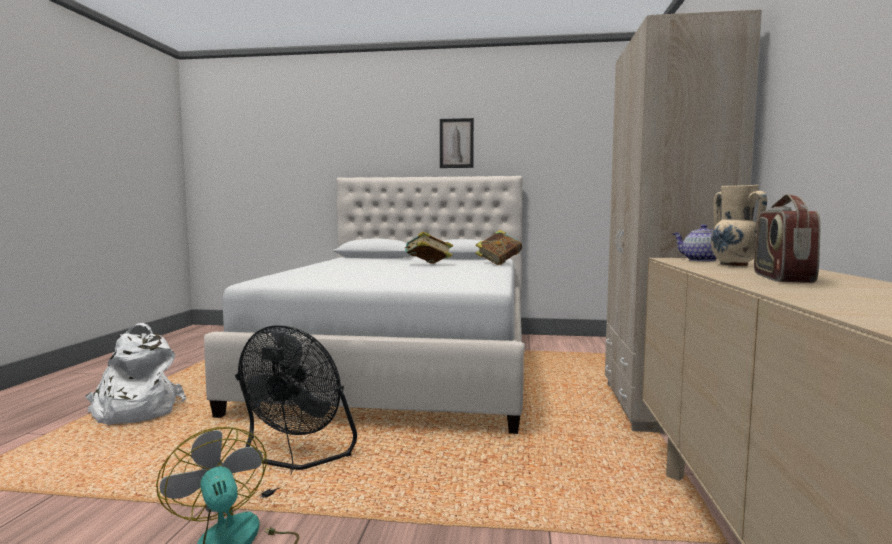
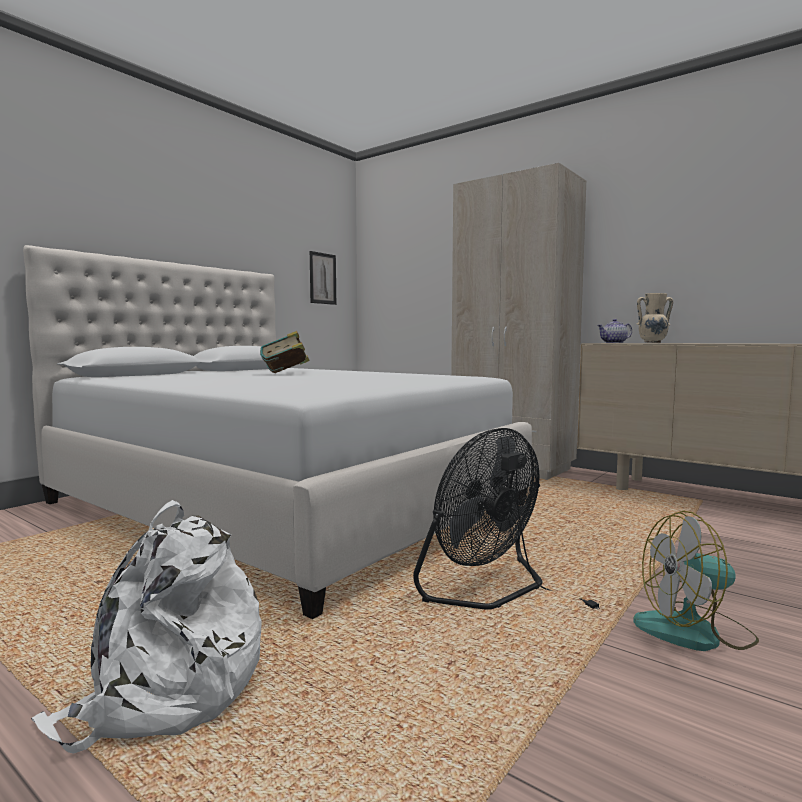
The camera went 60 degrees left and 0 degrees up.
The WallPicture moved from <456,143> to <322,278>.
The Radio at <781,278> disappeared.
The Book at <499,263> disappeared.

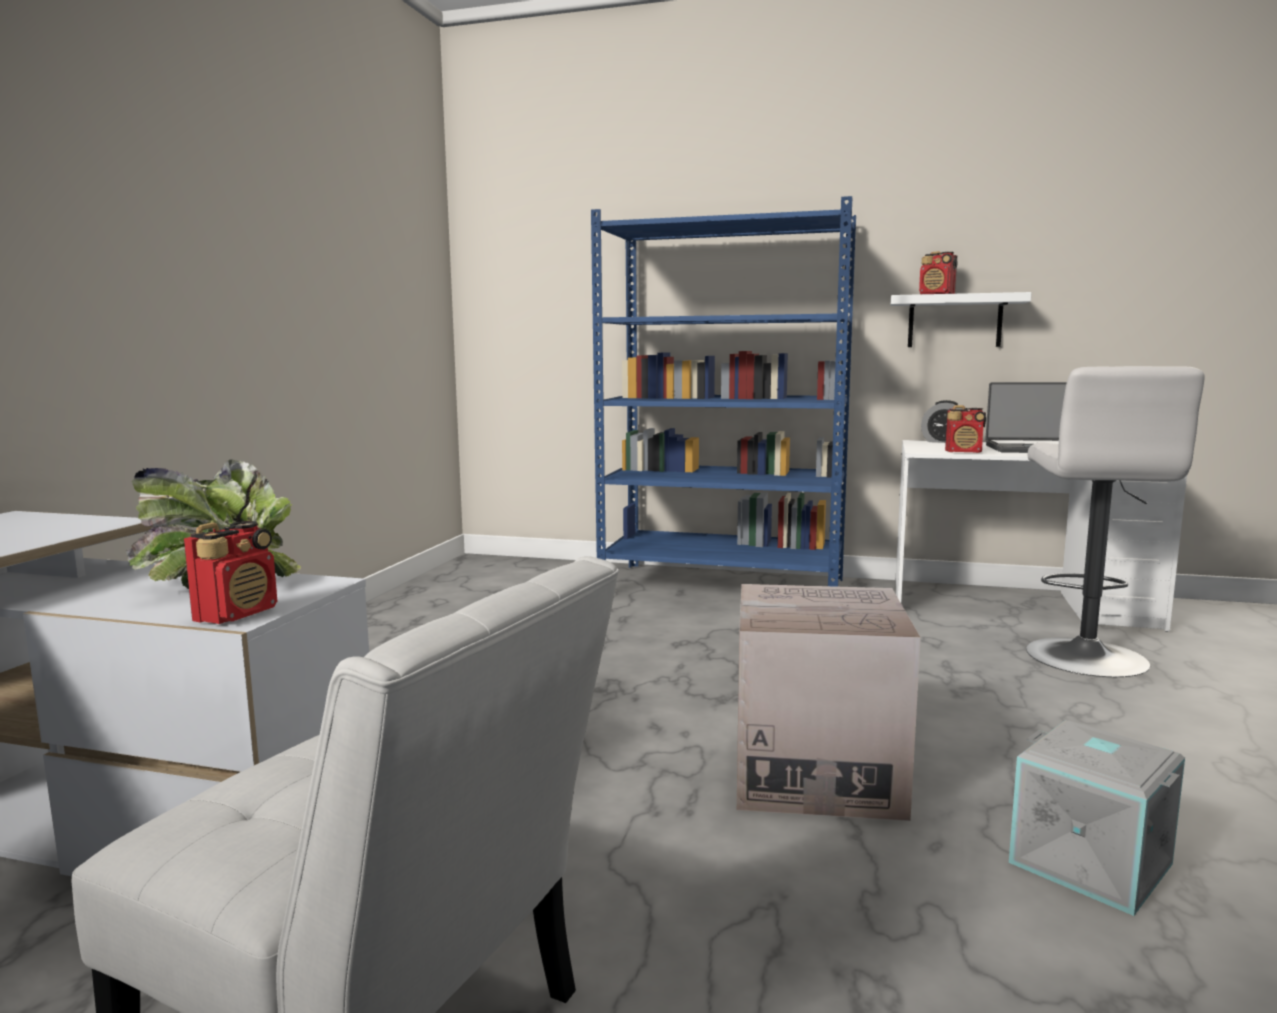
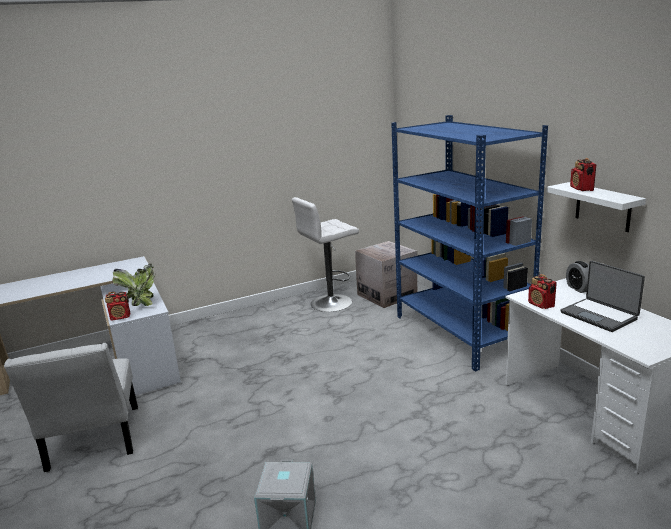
The camera went 50 degrees right and 10 degrees up.
The WhiteStool moved from <1085,658> to <330,303>.
The PackingBox moved from <816,773> to <387,295>.

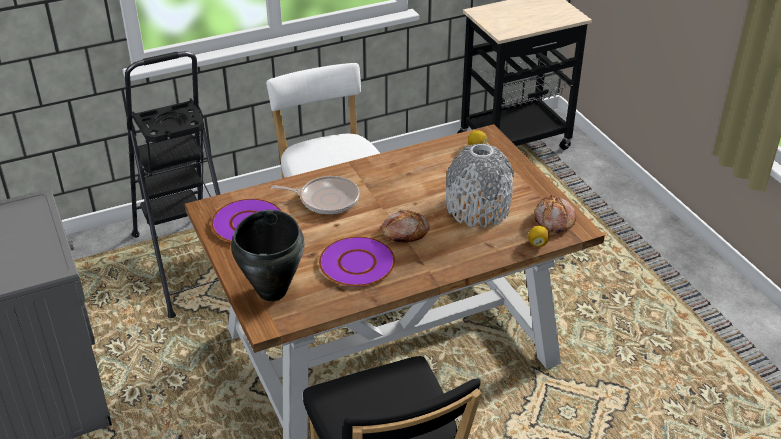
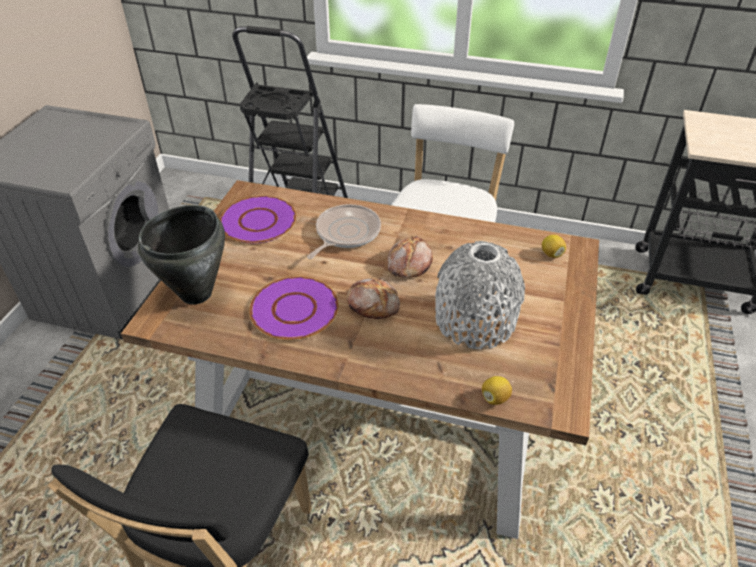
The camera went 40 degrees right and 5 degrees up.
The Skillet at <326,199> turned 105 degrees counterclockwise.
The BakeryBread moved from <553,220> to <408,264>.

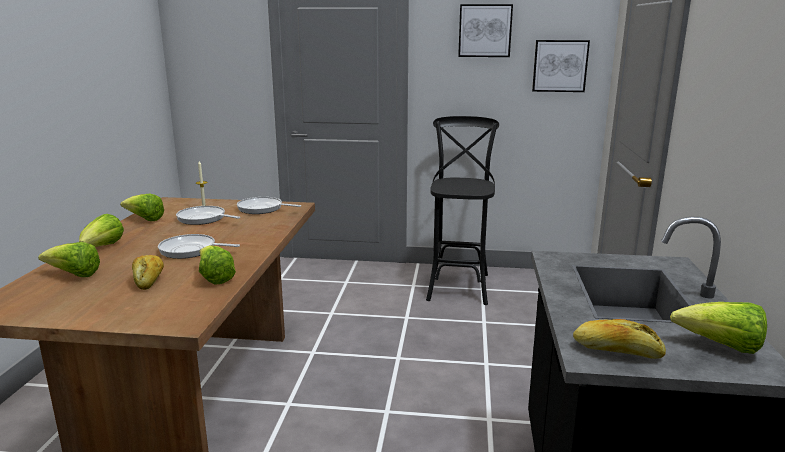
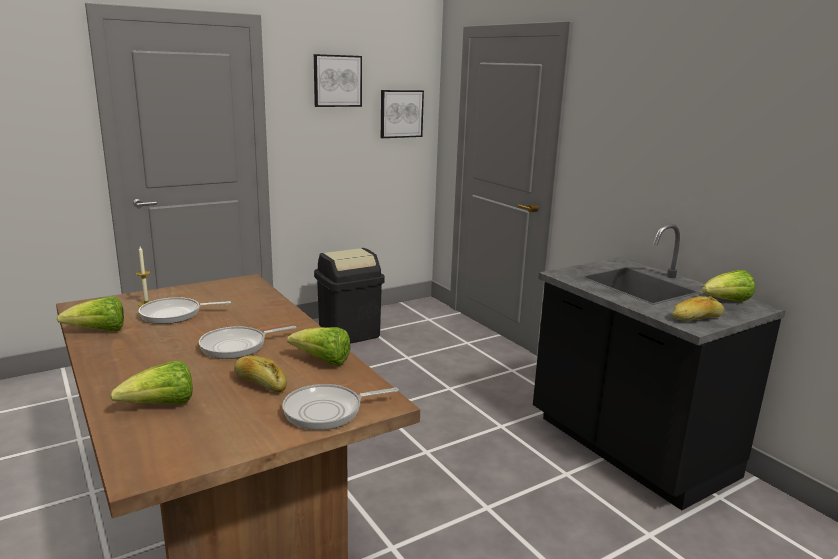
The camera went 40 degrees left and 0 degrees up.
The BlackishStool at <459,285> was replaced by the BlackishWasteBin at <349,333>.
The Skillet moved from <262,209> to <328,411>.
The Lettuce at <102,248> disappeared.

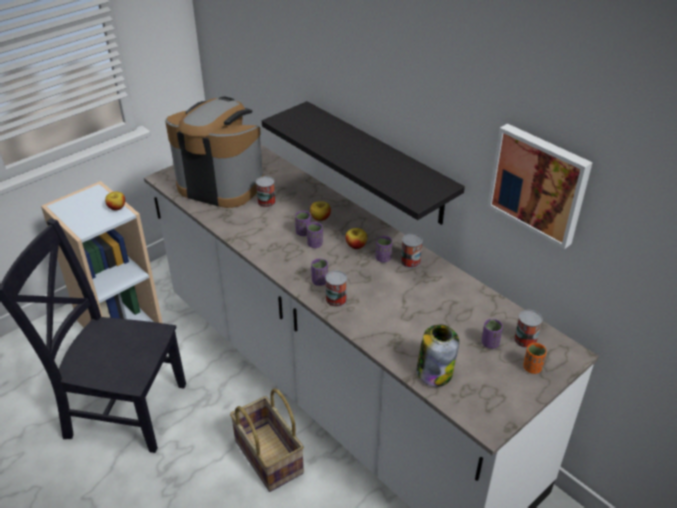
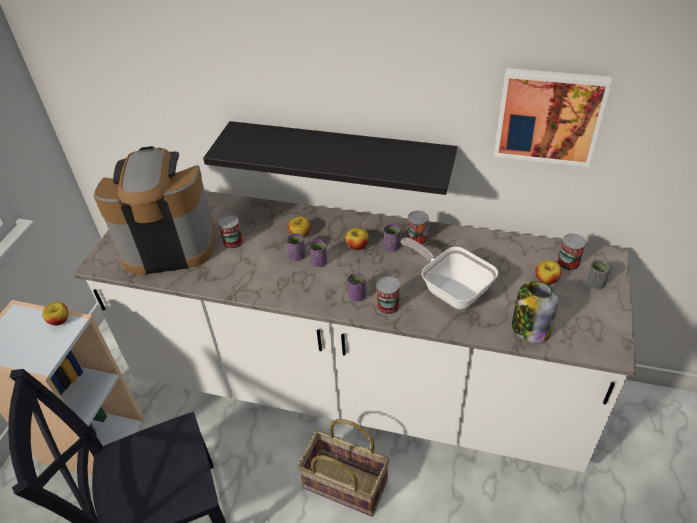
The camera went 30 degrees left and 5 degrees up.
The PurplishCup at <490,343> was replaced by the AppleFruit at <546,279>.
The OrangeyCup at <532,368> became the GreyishCup at <595,284>.
The Skillet at <451,289> appeared.

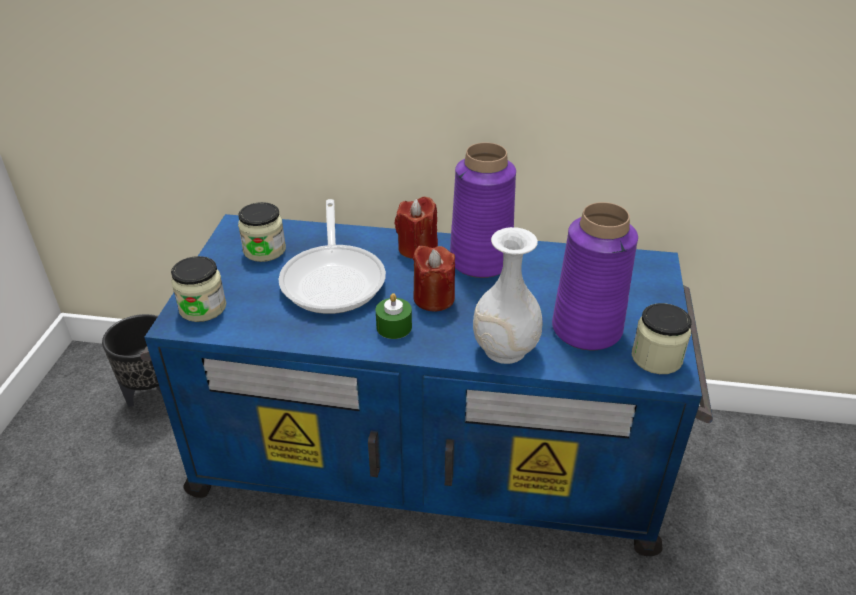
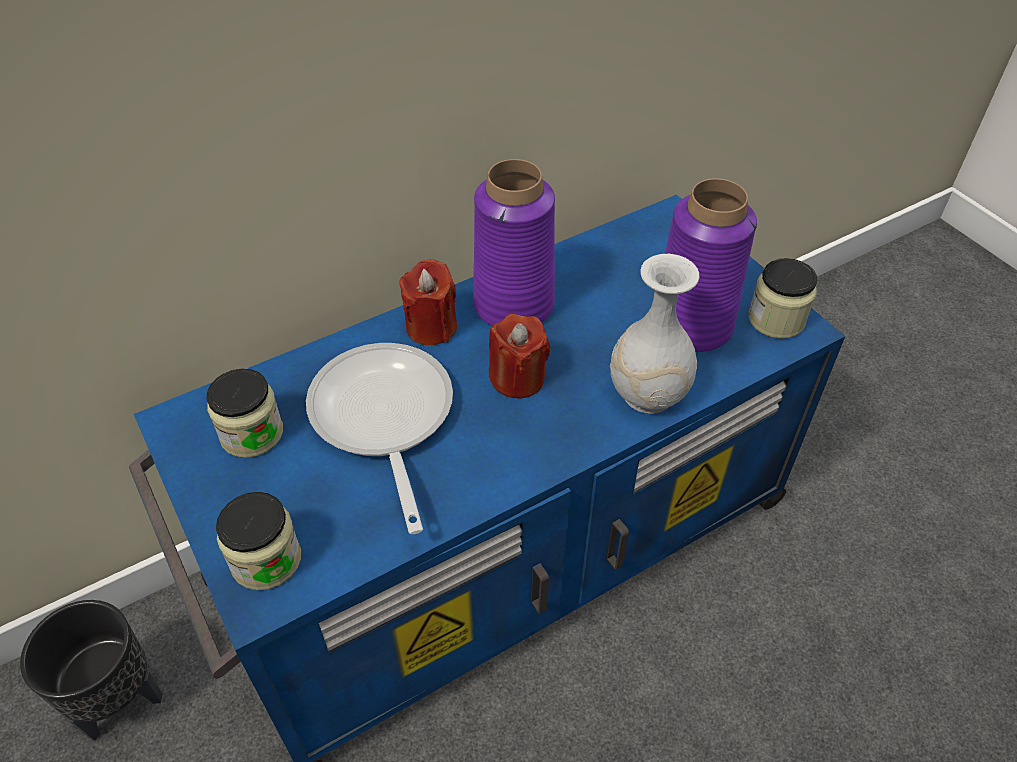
The camera went 40 degrees left and 10 degrees up.
The Skillet at <334,278> turned 150 degrees counterclockwise.
The GreenColouredWaxLight at <394,327> disappeared.

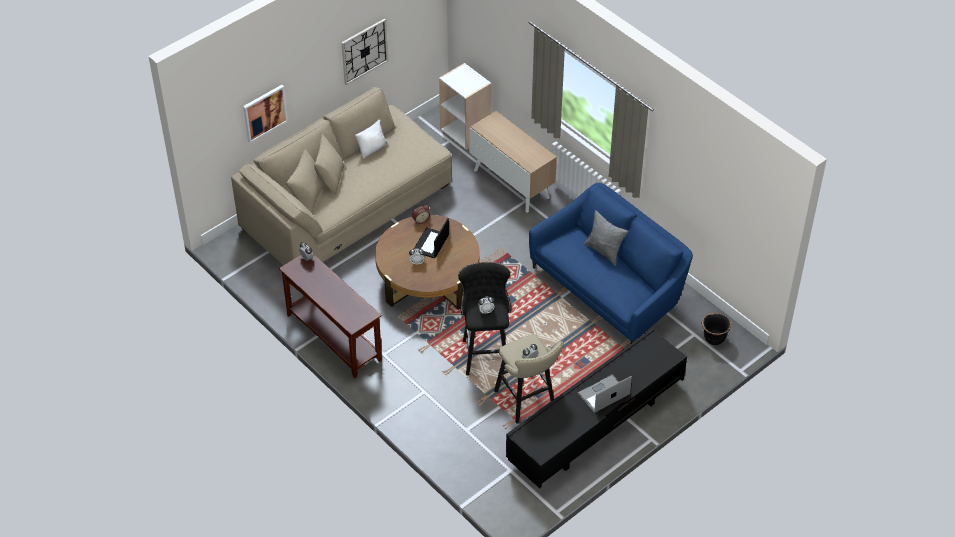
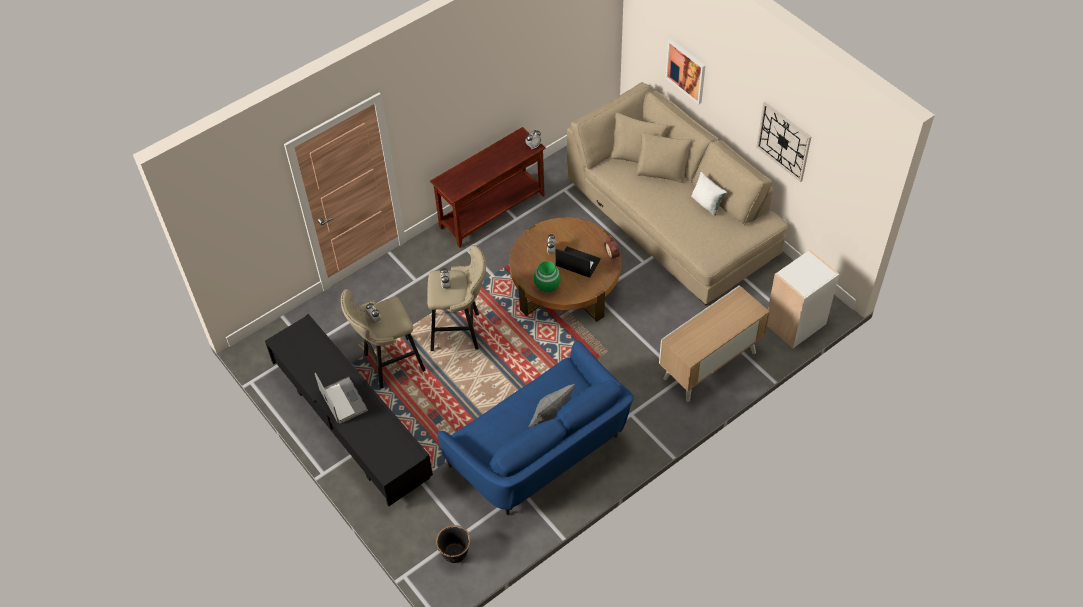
The camera went 95 degrees right and 5 degrees up.
The BlackishStool at <485,350> became the BeigeColouredStool at <462,331>.
The GreenColouredDecorativeVase at <547,286> appeared.

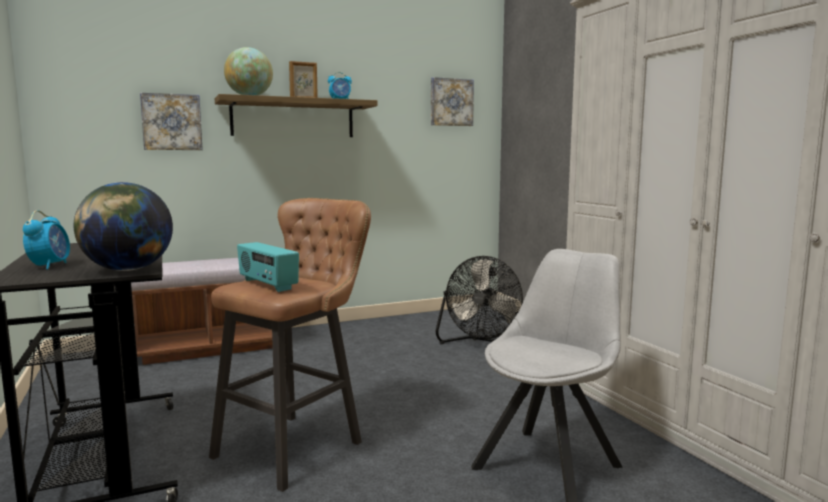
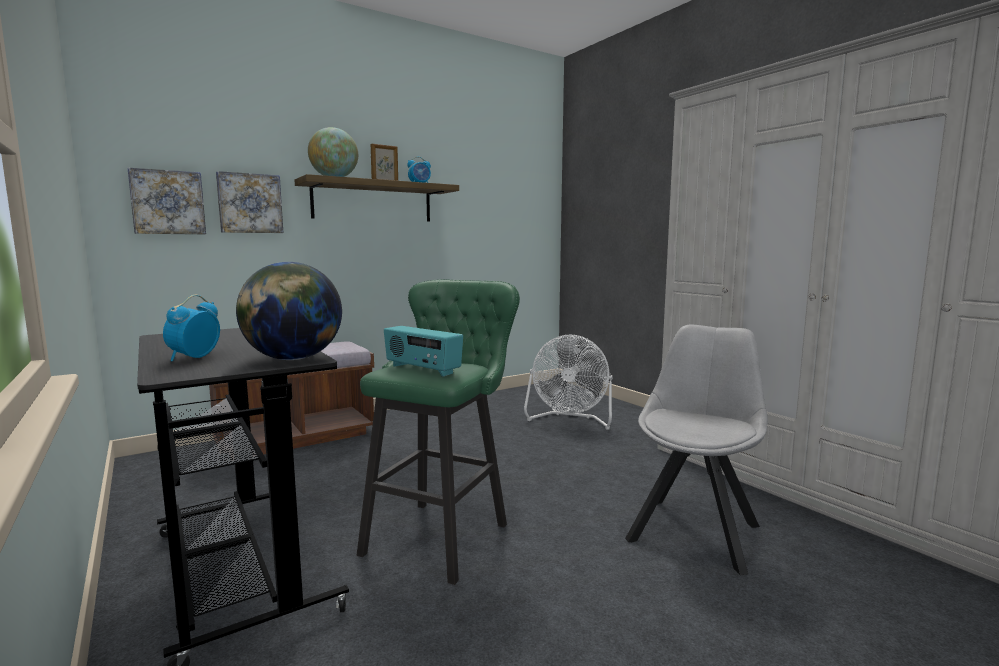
The camera went 10 degrees left and 0 degrees up.
The WallPicture moved from <451,102> to <168,202>.
The BrownishStool at <300,442> became the GreenColouredStool at <445,530>.
The TableClock at <50,266> turned 150 degrees counterclockwise.
The BlackishFan at <482,345> became the WhiteFan at <567,419>.

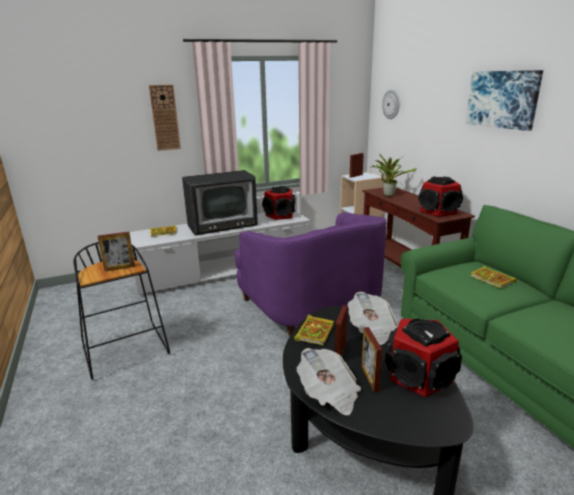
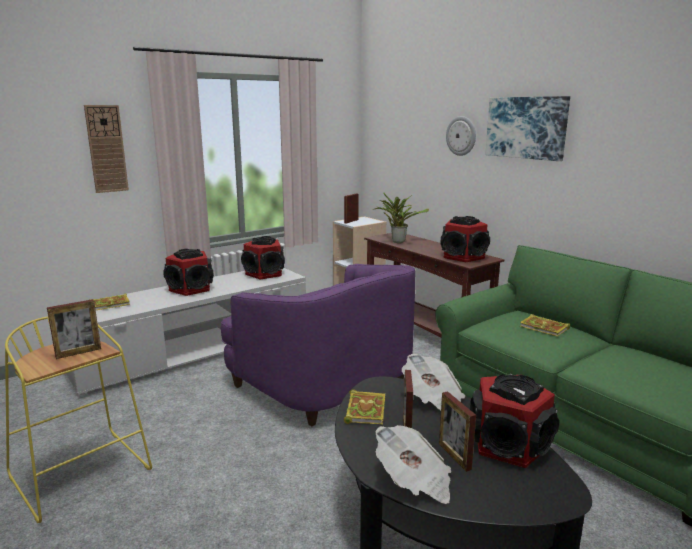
The camera went 15 degrees left and 5 degrees down.
The HangingClock moved from <391,104> to <461,136>.
The Television at <222,224> was replaced by the Speaker at <191,289>.
The BlackishStool at <127,350> became the YellowColouredStool at <83,474>.

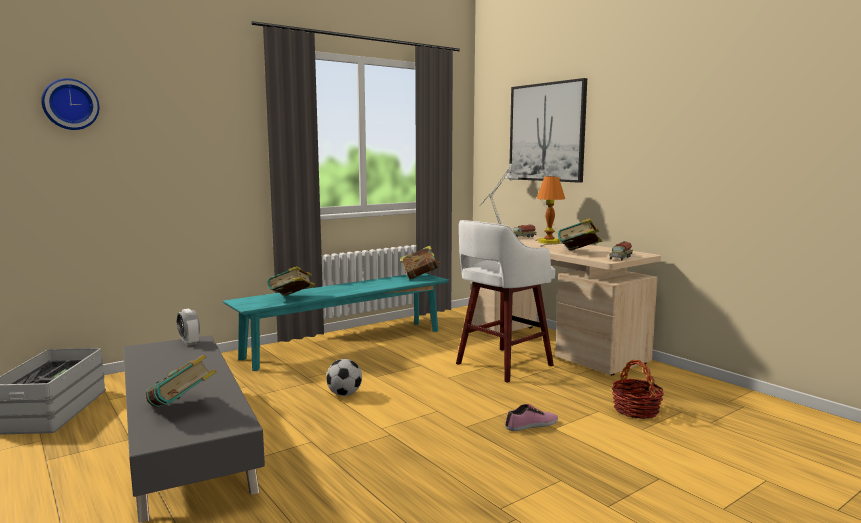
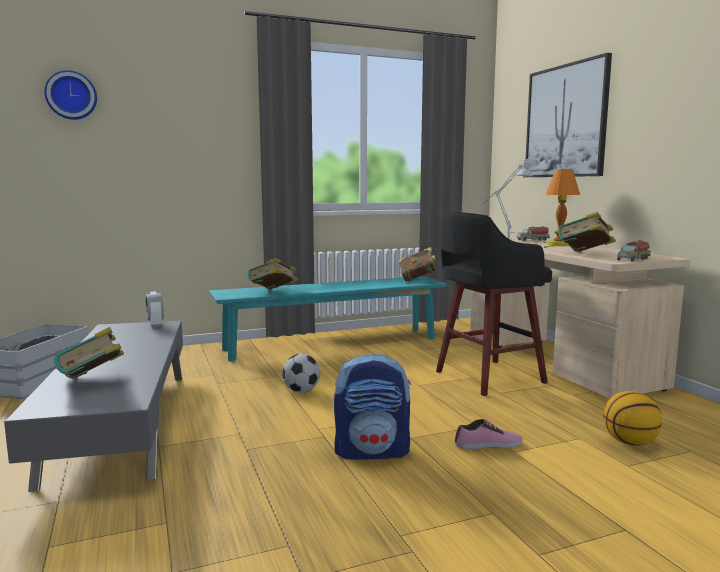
The camera went 15 degrees right and 0 degrees up.
The WhiteStool at <501,365> became the BlackishStool at <486,377>.
The Basket at <635,410> was replaced by the BallForBasketball at <629,442>.
The Knapsack at <372,451> appeared.

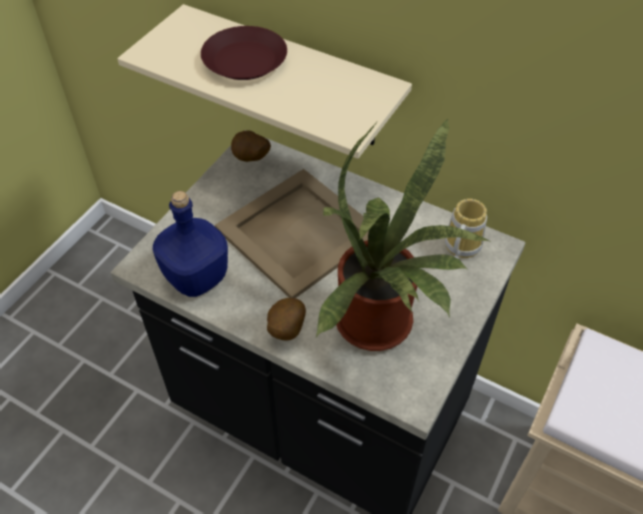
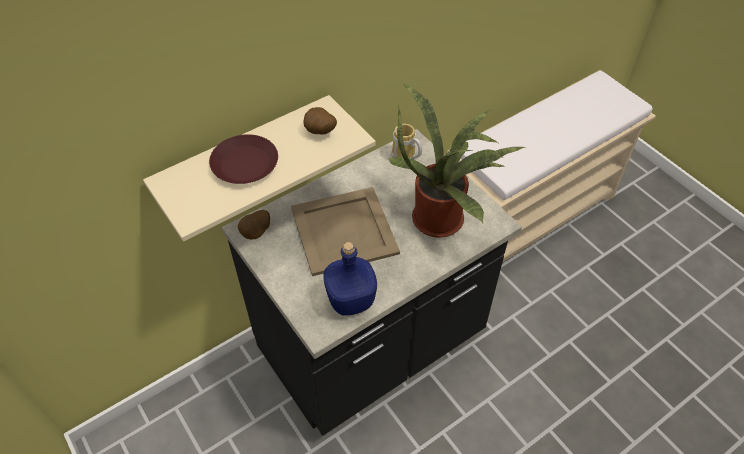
The camera went 65 degrees left and 0 degrees up.
The WholePotato moved from <285,330> to <320,132>.

